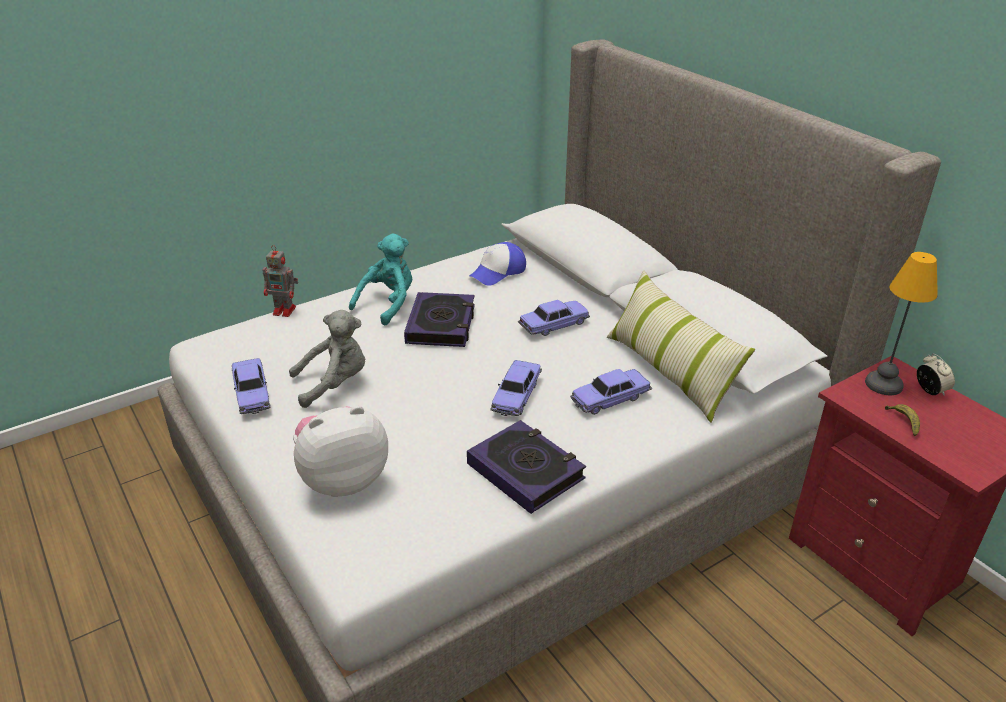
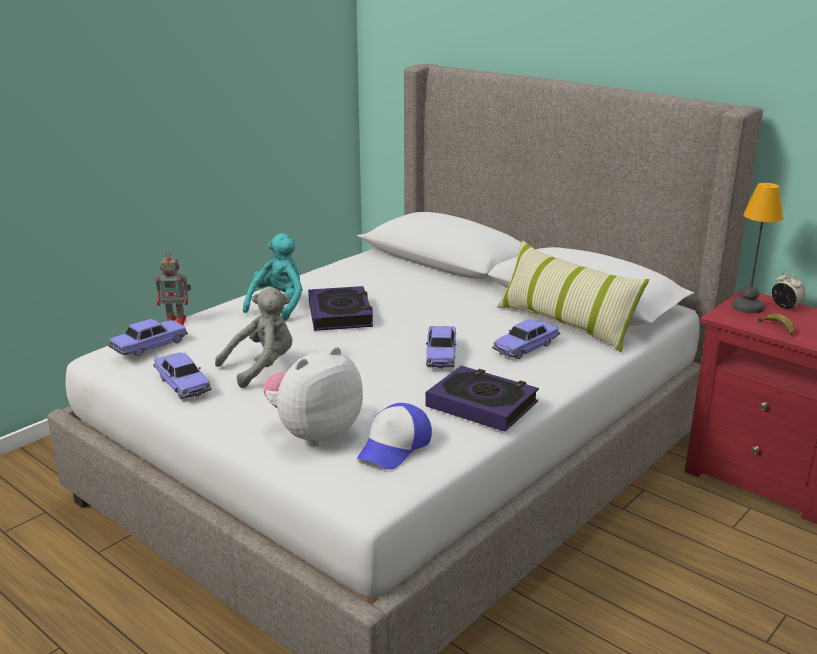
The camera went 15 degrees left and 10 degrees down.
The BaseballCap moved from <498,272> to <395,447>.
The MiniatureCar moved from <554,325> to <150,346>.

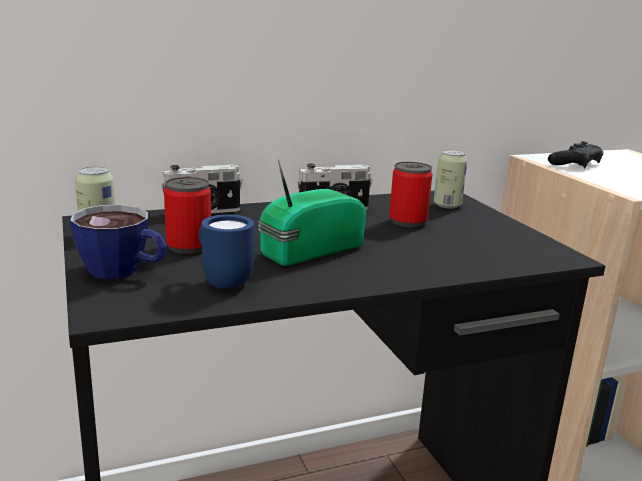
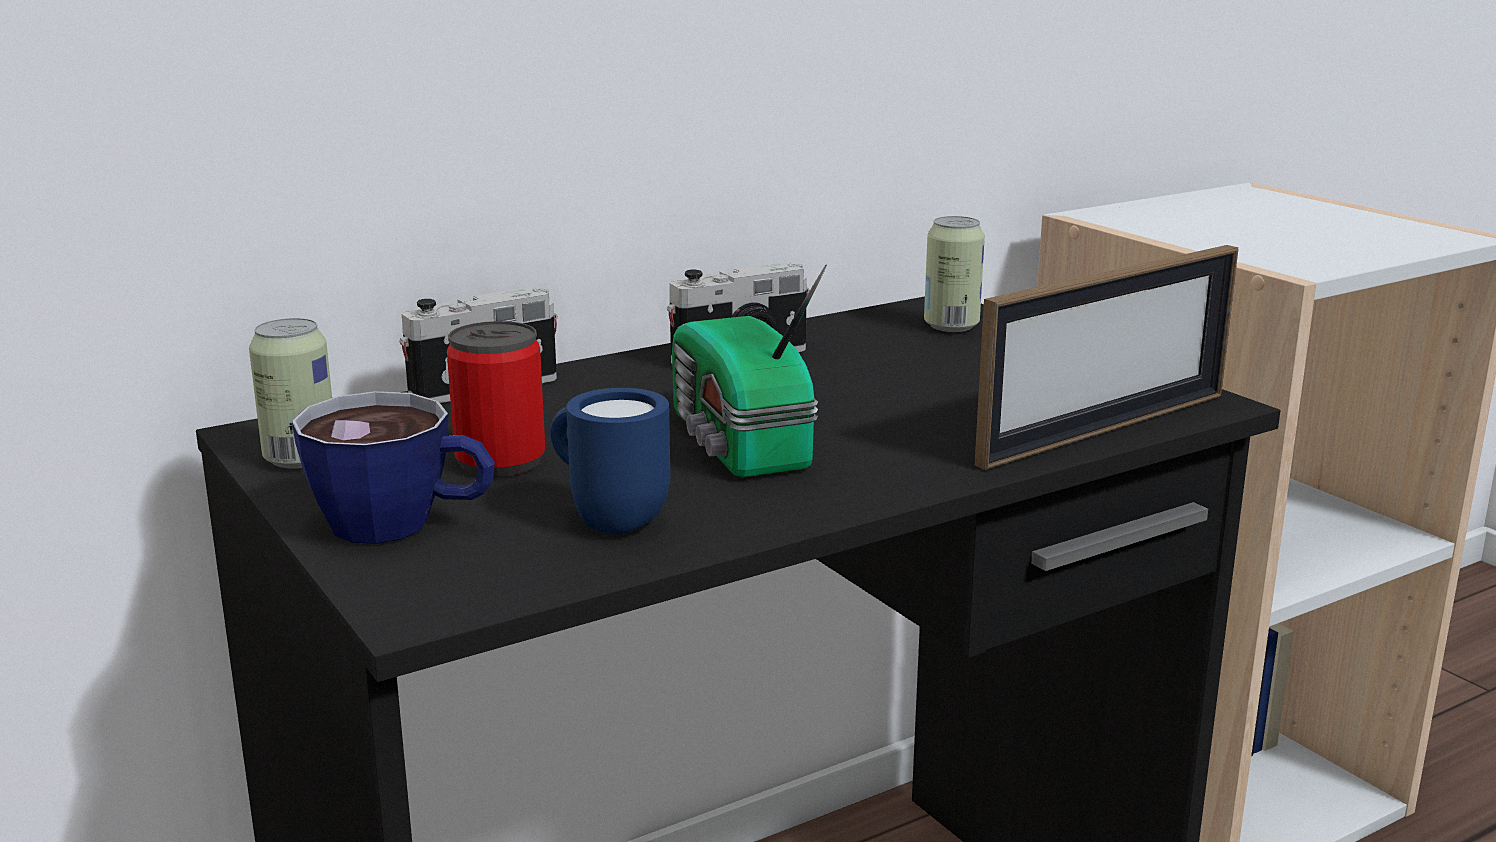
The camera went 10 degrees left and 0 degrees up.
The BlackishGameController at <575,163> disappeared.
The Radio at <308,251> turned 60 degrees counterclockwise.
The Can at <408,221> disappeared.
The StandingFrame at <1105,428> appeared.

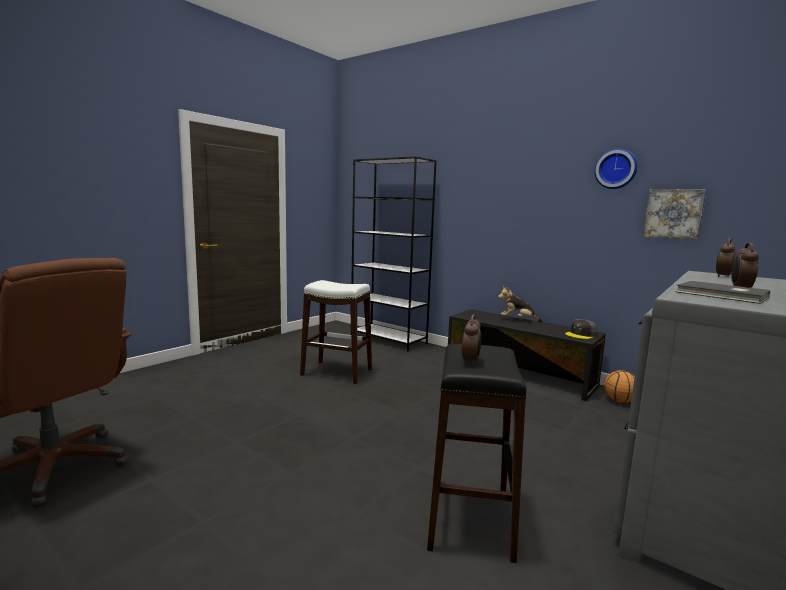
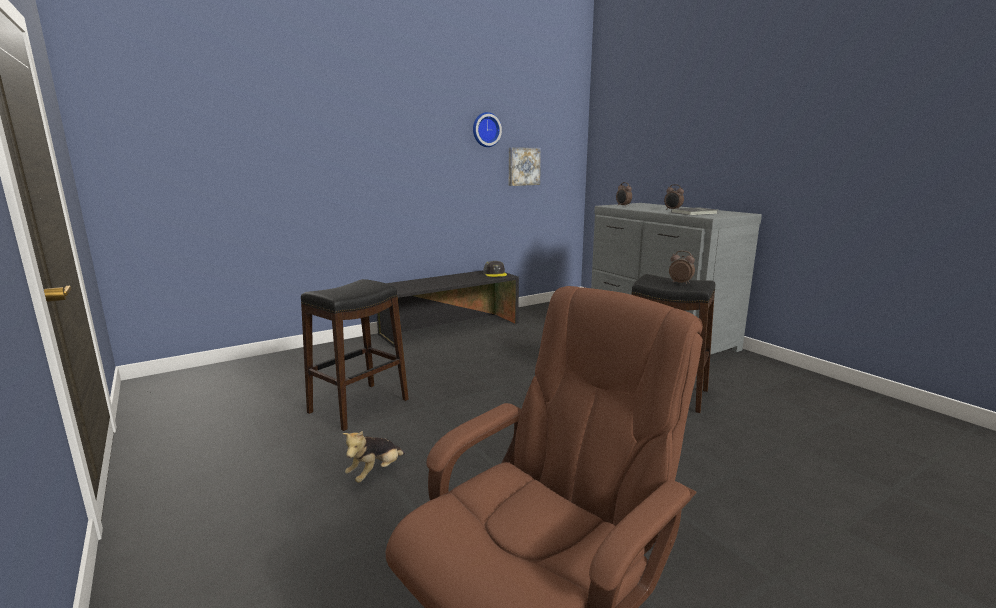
The camera went 70 degrees left and 5 degrees up.
The WhiteBookshelf at <388,340> disappeared.
The WhiteStool at <337,372> became the BlackishStool at <359,405>.
The PlushToy moved from <517,320> to <375,472>.
The BallForBasketball at <620,401> disappeared.

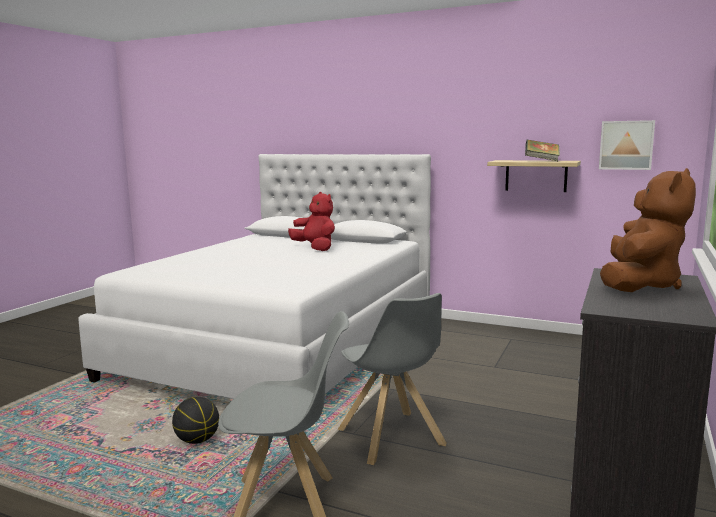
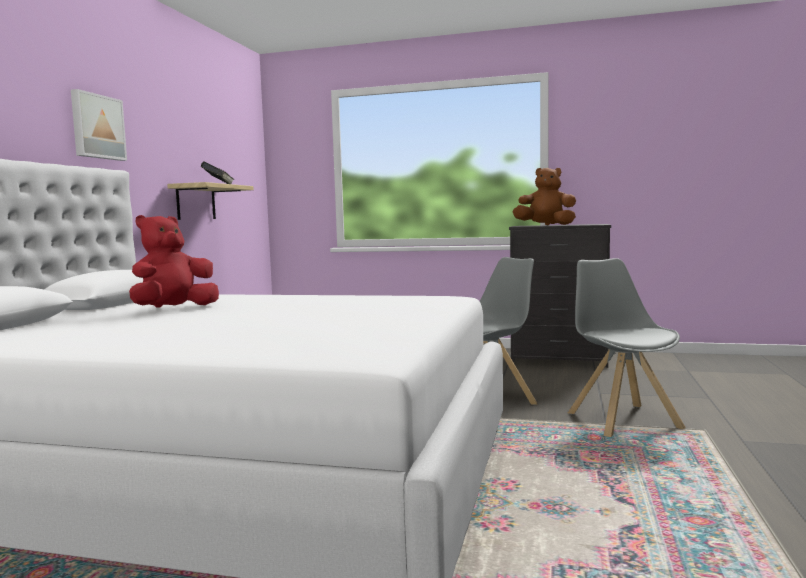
The camera went 100 degrees left and 5 degrees down.
The WallPicture moved from <626,145> to <97,127>.
The BallForBasketball at <197,440> disappeared.

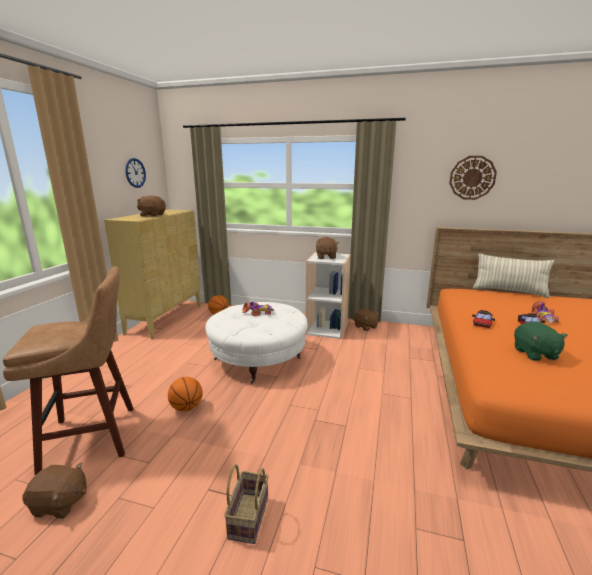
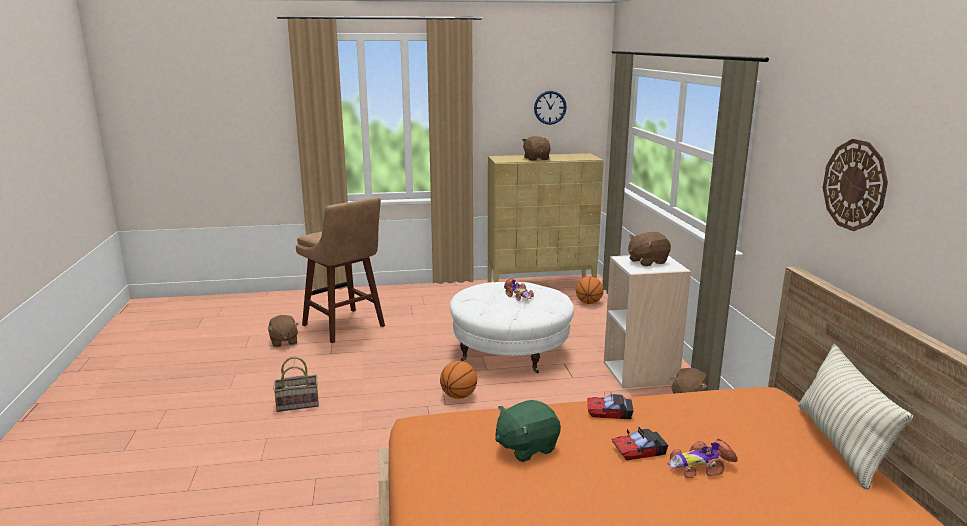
The camera went 65 degrees right and 0 degrees up.
The BallForBasketball moved from <186,407> to <458,396>.

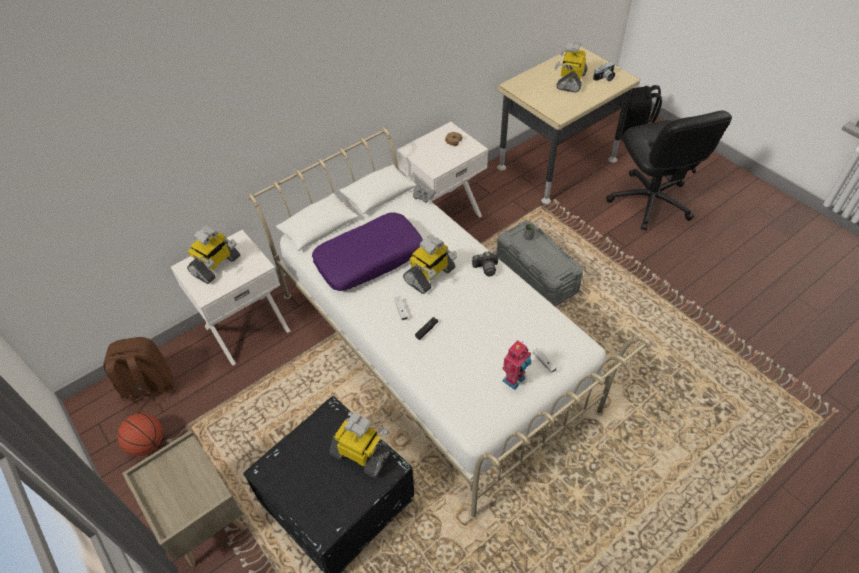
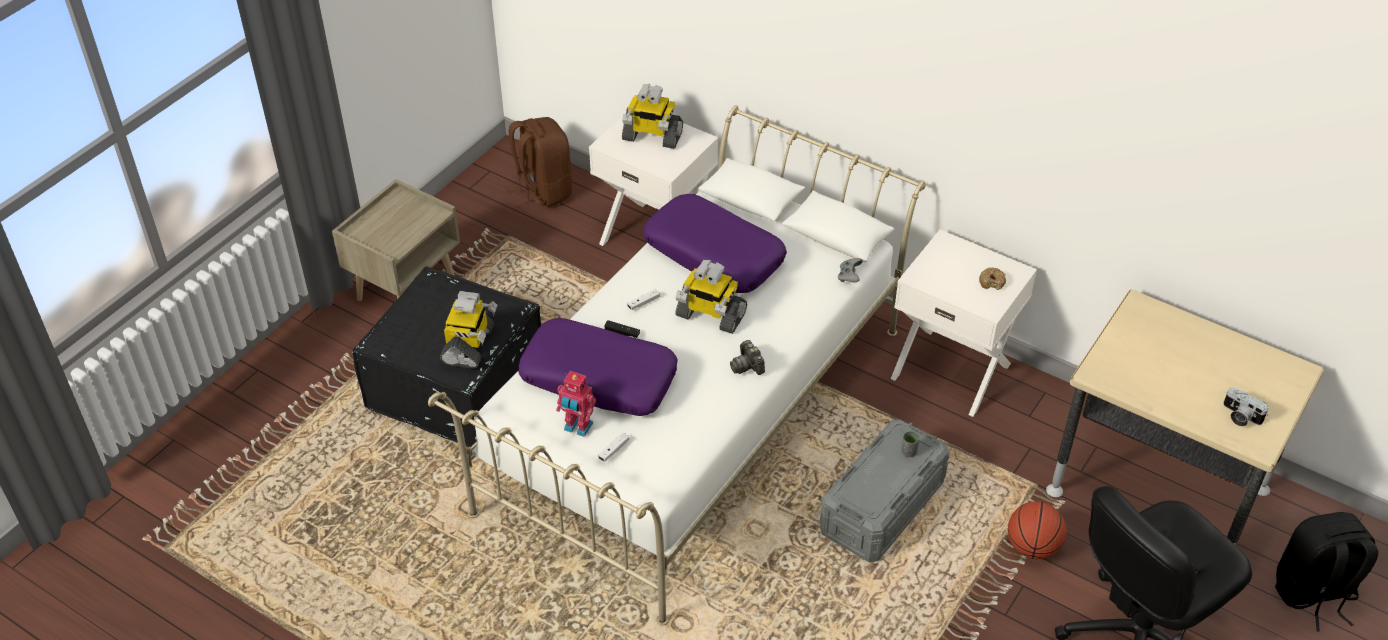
The camera went 70 degrees right and 5 degrees down.
The RobotFigure at <570,81> disappeared.
The BallForBasketball moved from <147,443> to <1032,547>.
The PurplishPillow at <599,378> appeared.

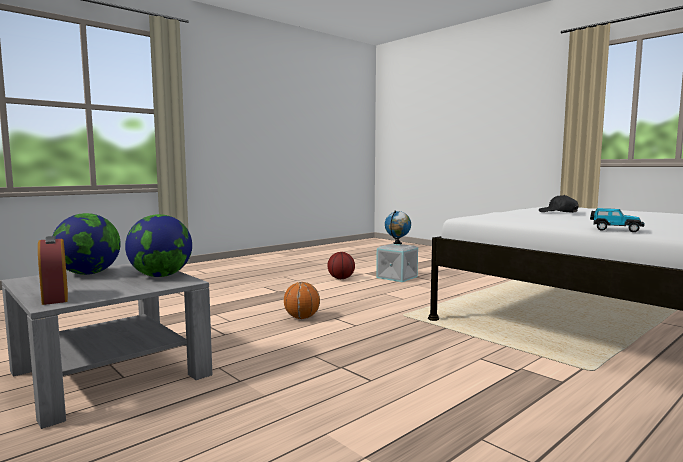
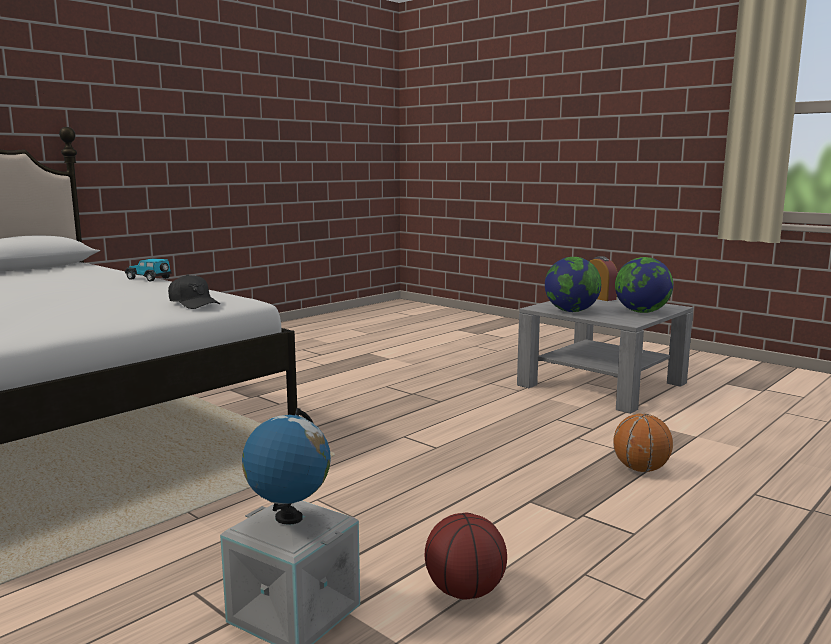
The camera went 175 degrees right and 5 degrees up.
The BlackishBaseballCap moved from <558,212> to <193,303>.
The BallForBasketball moved from <302,318> to <640,469>.

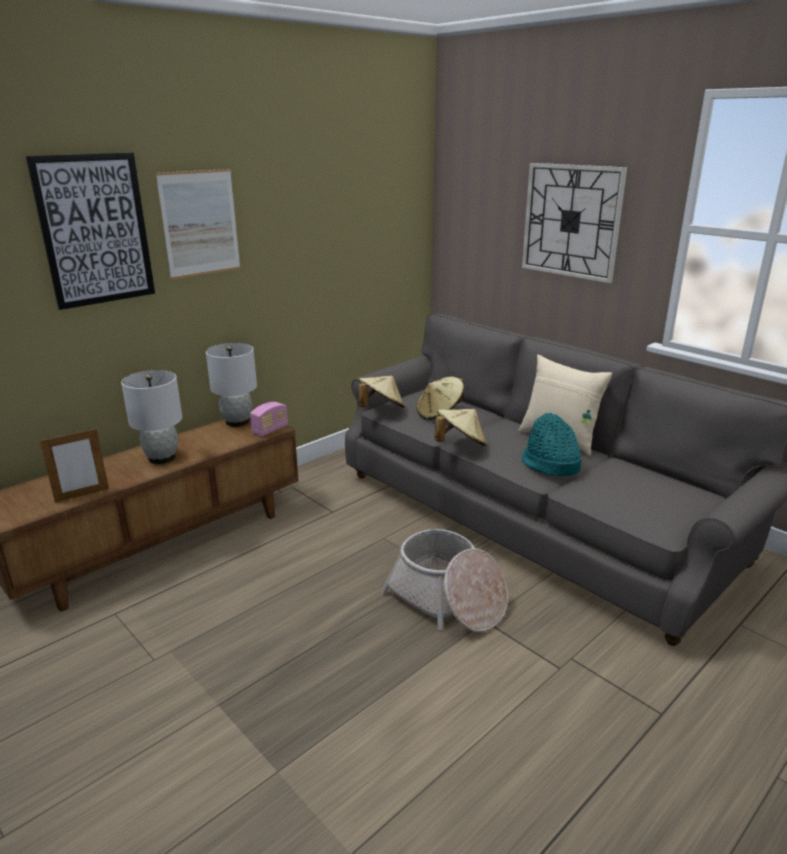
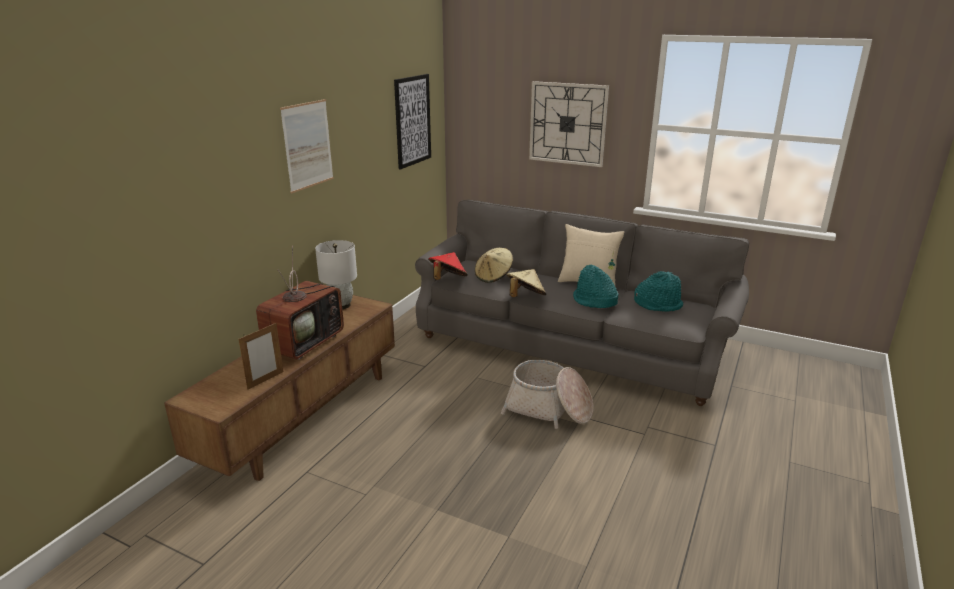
The camera went 20 degrees left and 0 degrees up.
The WallPicture moved from <95,230> to <412,121>.
The WhiteTableLamp at <162,458> was replaced by the Television at <304,342>.
The BeigeColouredClothingHat at <381,409> became the RedClothingHat at <447,279>.
The Radio at <270,430> disappeared.
The BlueGreenClothingHat at <658,304> appeared.

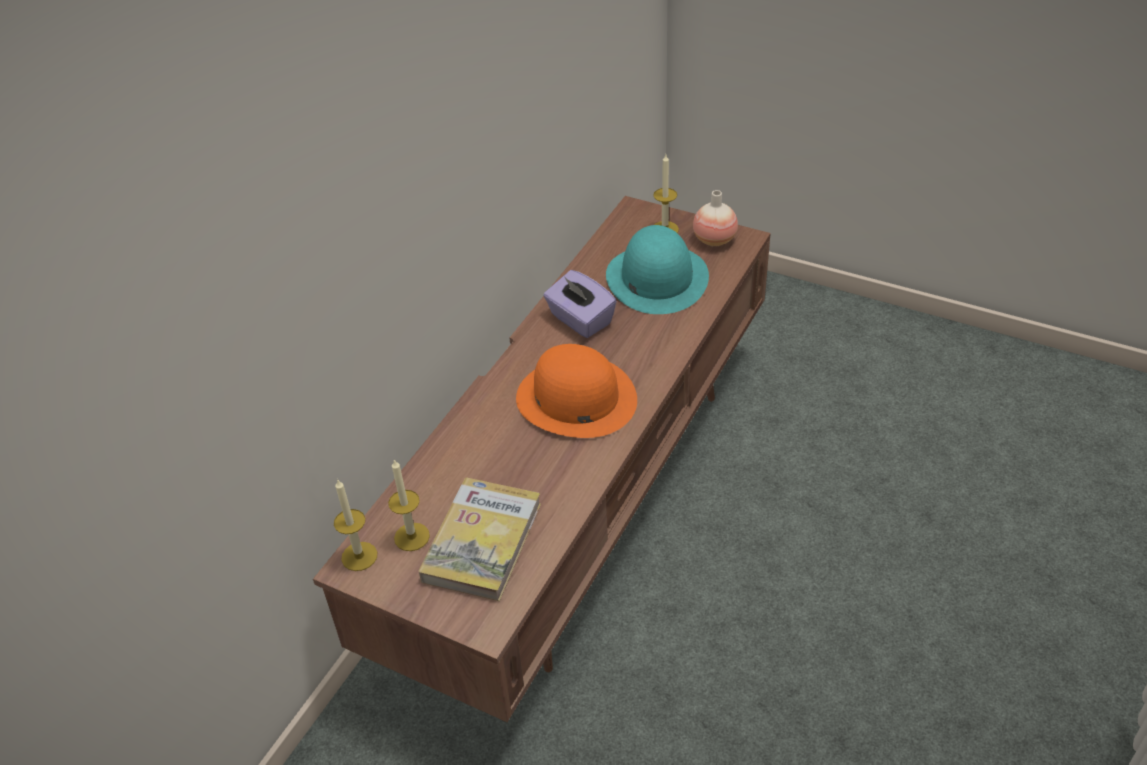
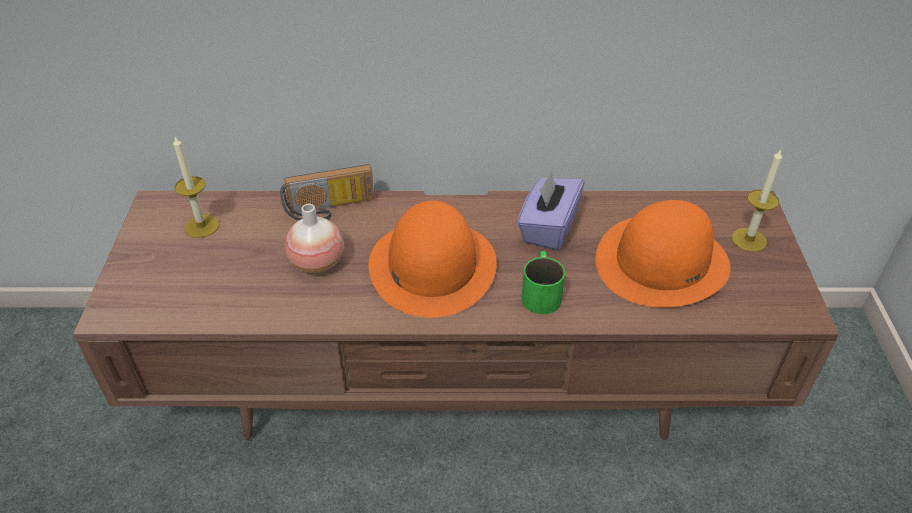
The camera went 60 degrees right and 0 degrees up.
The DecorativeVase moved from <714,240> to <317,263>.
The BlueGreenClothingHat at <656,278> became the OrangeyClothingHat at <662,261>.
The Book at <482,542> disappeared.
The WaxLight at <359,556> disappeared.
The Radio at <330,209> appeared.
The GreenColouredTeaMug at <541,291> appeared.

